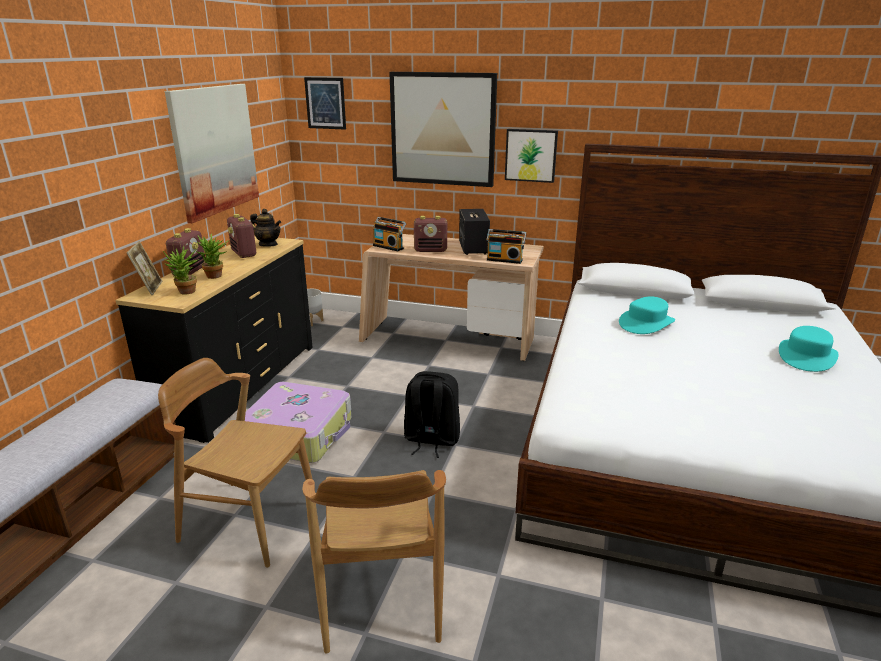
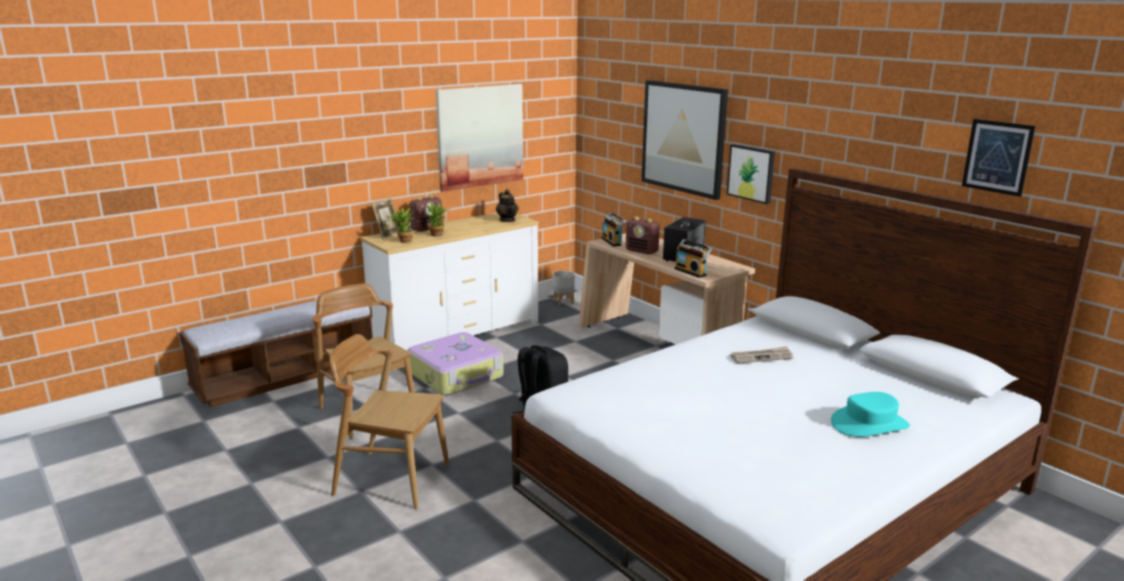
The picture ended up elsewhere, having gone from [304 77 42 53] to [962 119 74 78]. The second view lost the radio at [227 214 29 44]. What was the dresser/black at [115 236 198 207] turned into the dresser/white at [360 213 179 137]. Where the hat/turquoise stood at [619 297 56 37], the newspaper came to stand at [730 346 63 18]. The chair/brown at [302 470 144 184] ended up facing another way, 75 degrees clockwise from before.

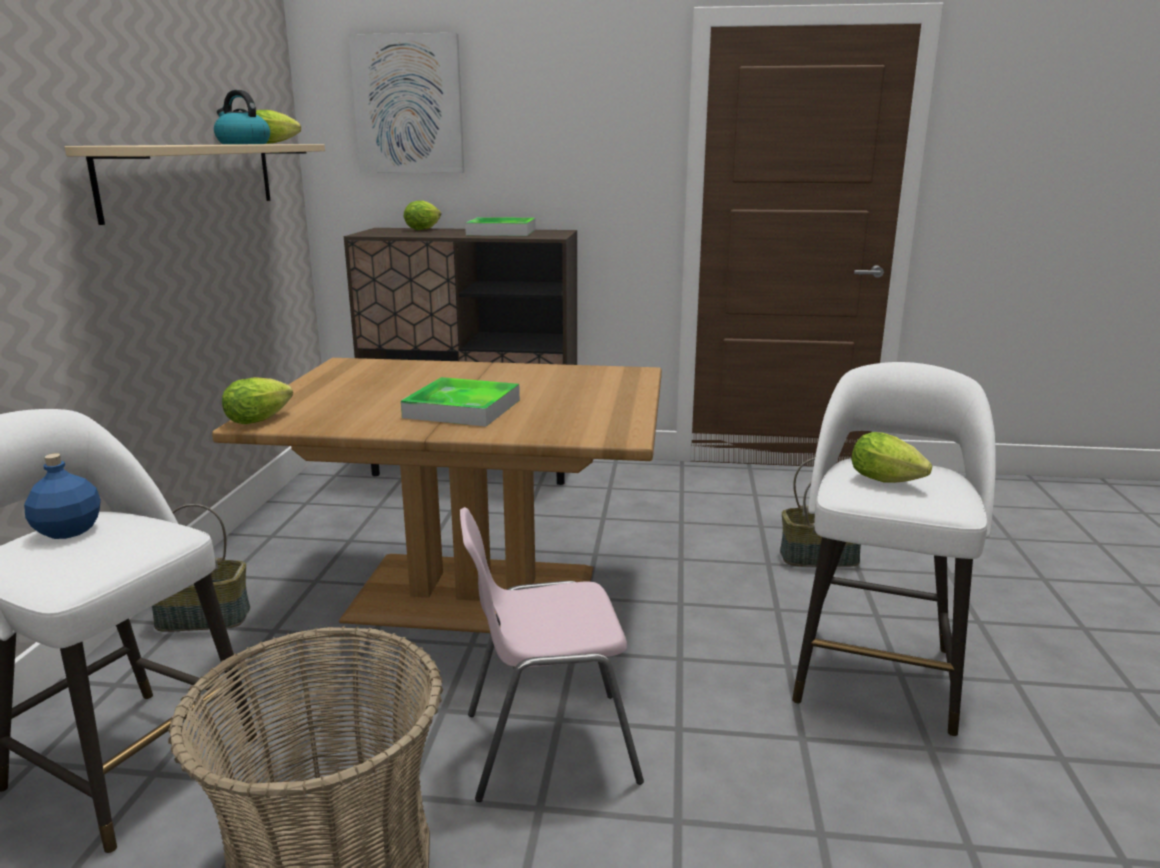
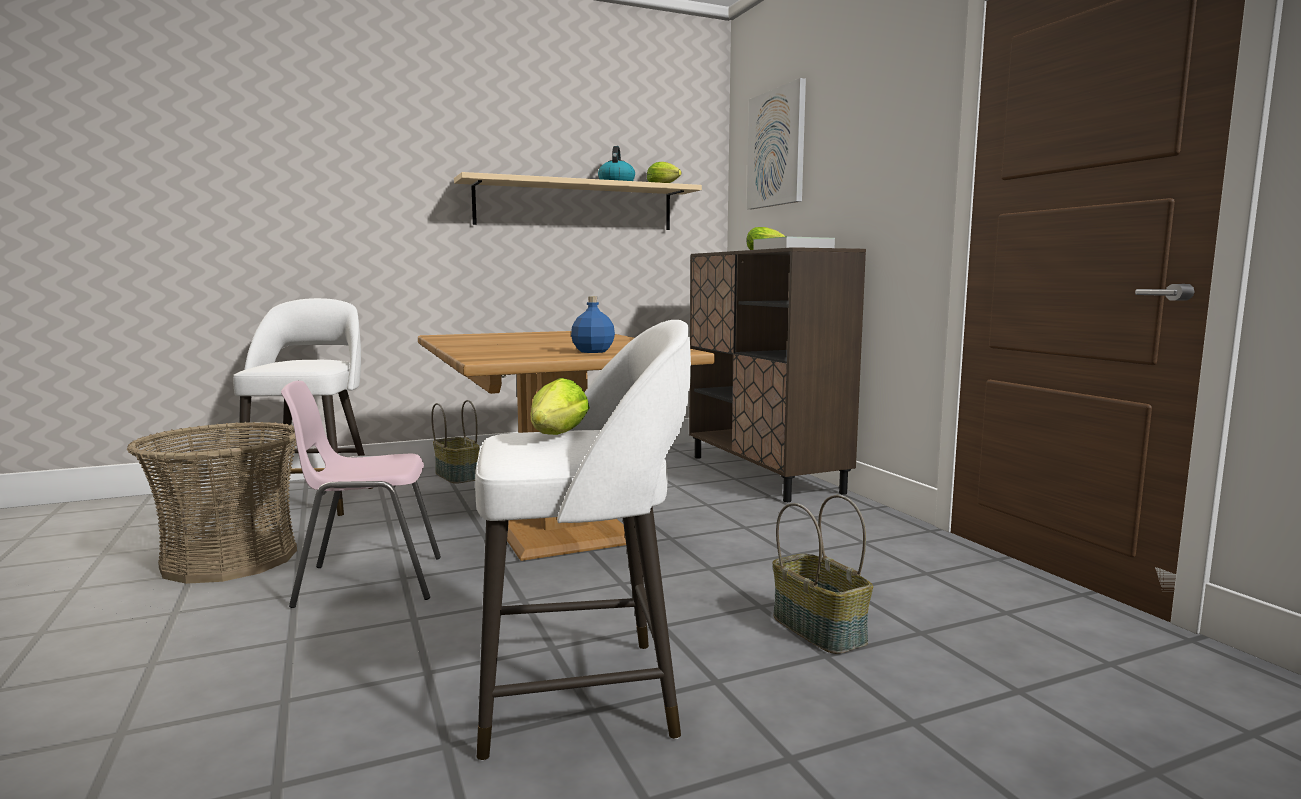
The second view lost the lettuce at [222 377 71 47]. The second view lost the tray at [401 377 119 50]. The bottle/blue ended up elsewhere, having gone from [24 454 77 85] to [571 296 44 57]. The chair/pink at [460 507 184 295] ended up facing another way, 60 degrees counterclockwise from before.

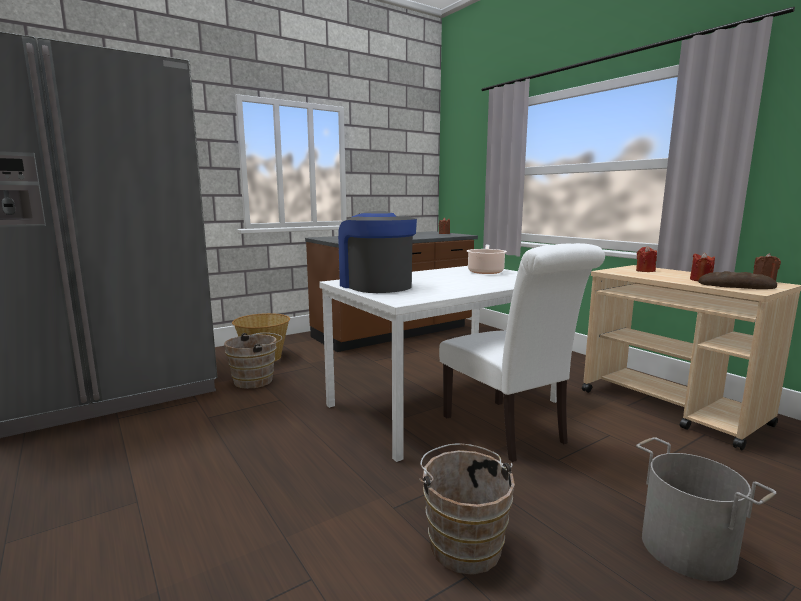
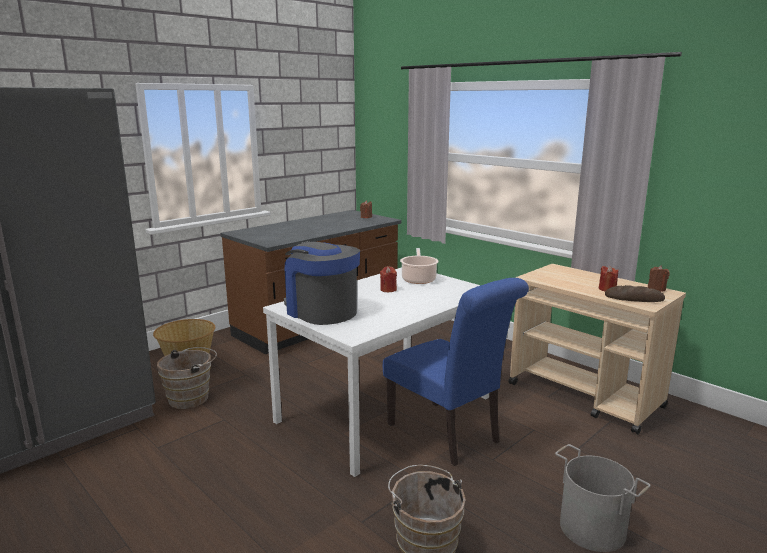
What was the chair/white at [439 243 166 219] turned into the chair/blue at [383 278 146 188]. The candle/red ended up elsewhere, having gone from [636 246 21 26] to [380 266 17 26].

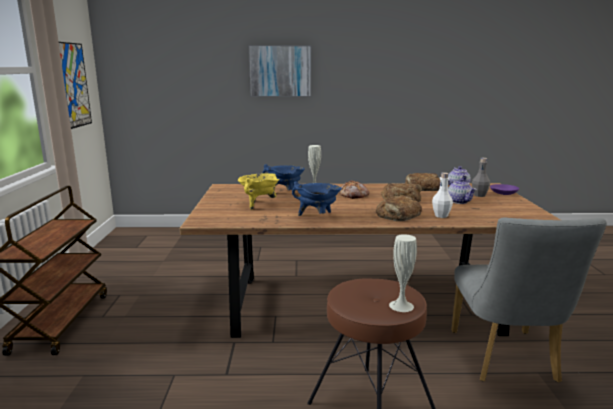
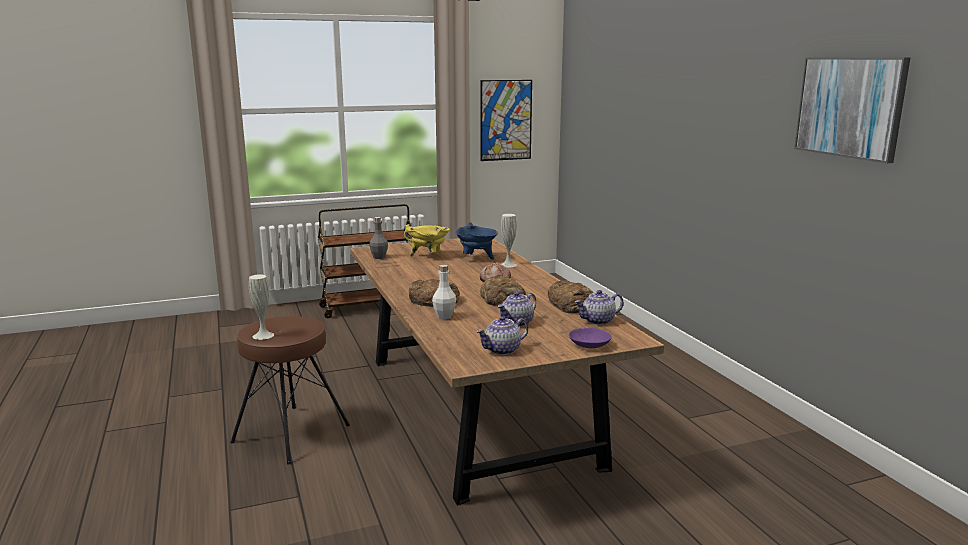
The picture ended up elsewhere, having gone from [248 45 63 52] to [794 57 117 106]. The bottle/grey ended up elsewhere, having gone from [472 158 18 39] to [369 217 19 42]. The second view lost the cooking pot/blue at [292 181 50 35]. The second view lost the chair/grey at [451 217 156 166]. The second view gained the teapot at [476 316 52 39].

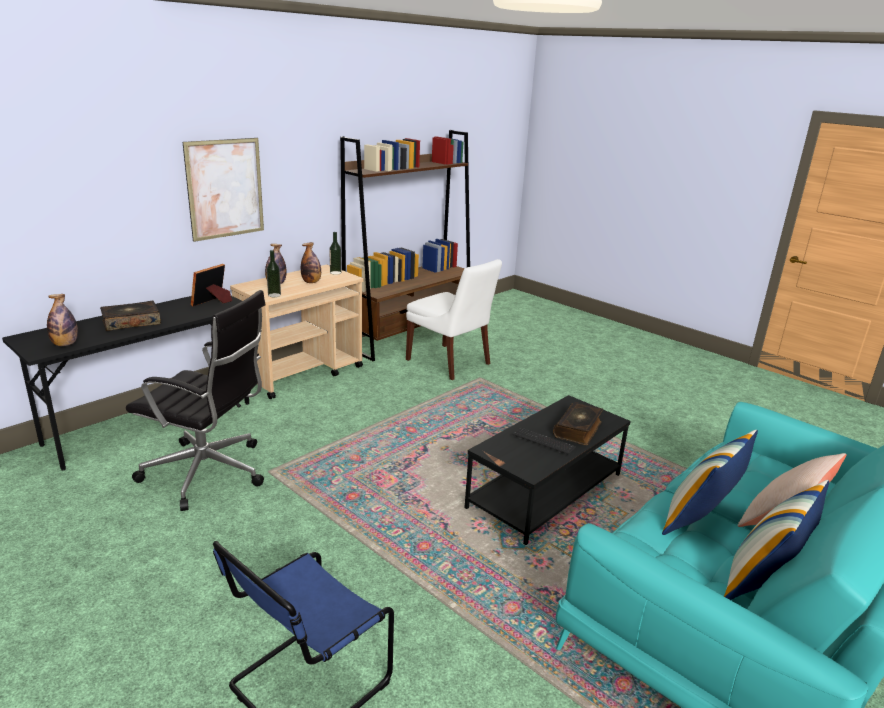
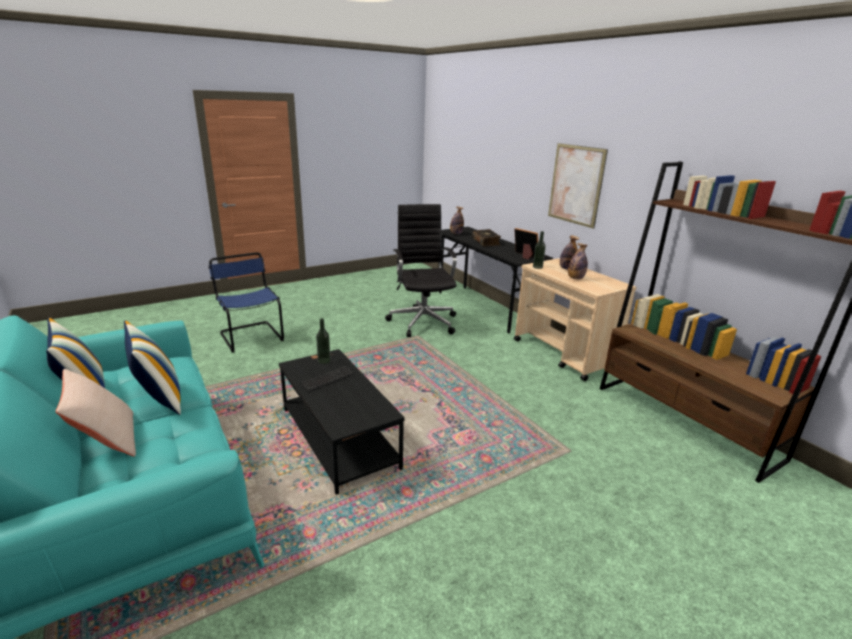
The bottle ended up elsewhere, having gone from [329 232 12 43] to [316 318 15 46]. The second view lost the chair/white at [406 259 96 121]. The office chair/black at [126 290 140 221] ended up facing another way, 135 degrees clockwise from before. The second view lost the book at [553 402 50 43].

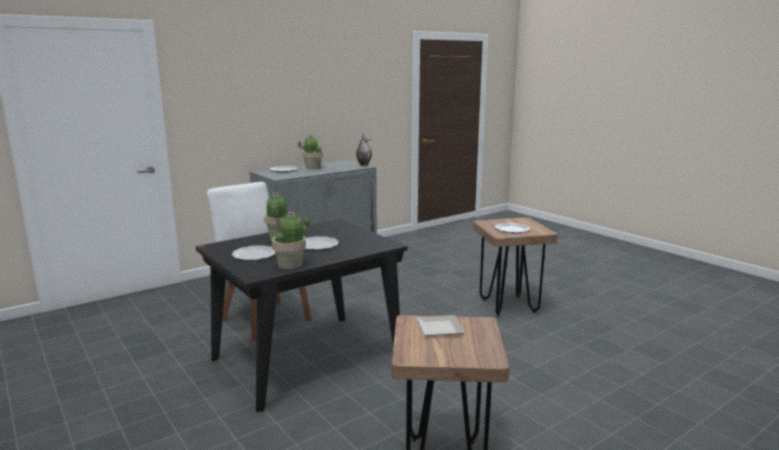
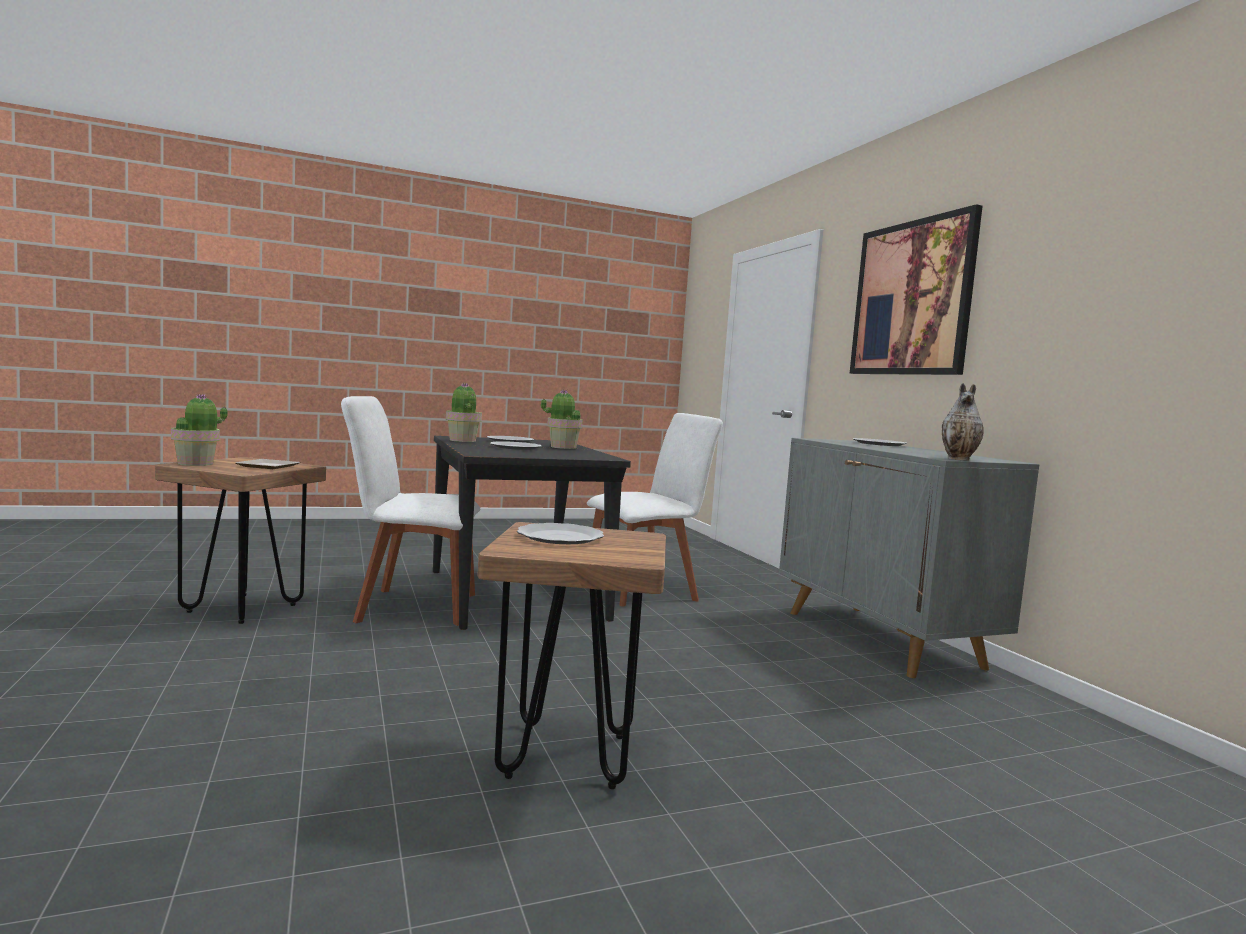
The potted plant ended up elsewhere, having gone from [298 135 25 34] to [171 394 57 72]. The second view gained the picture at [850 204 132 171]. The second view gained the chair/white at [341 396 139 230].

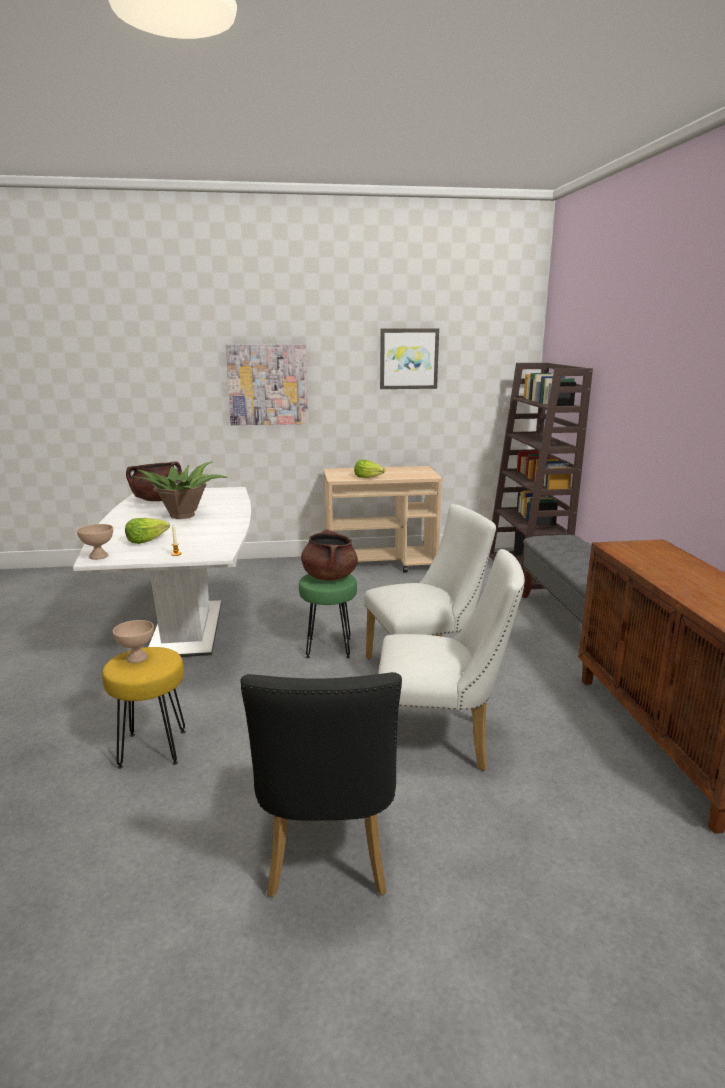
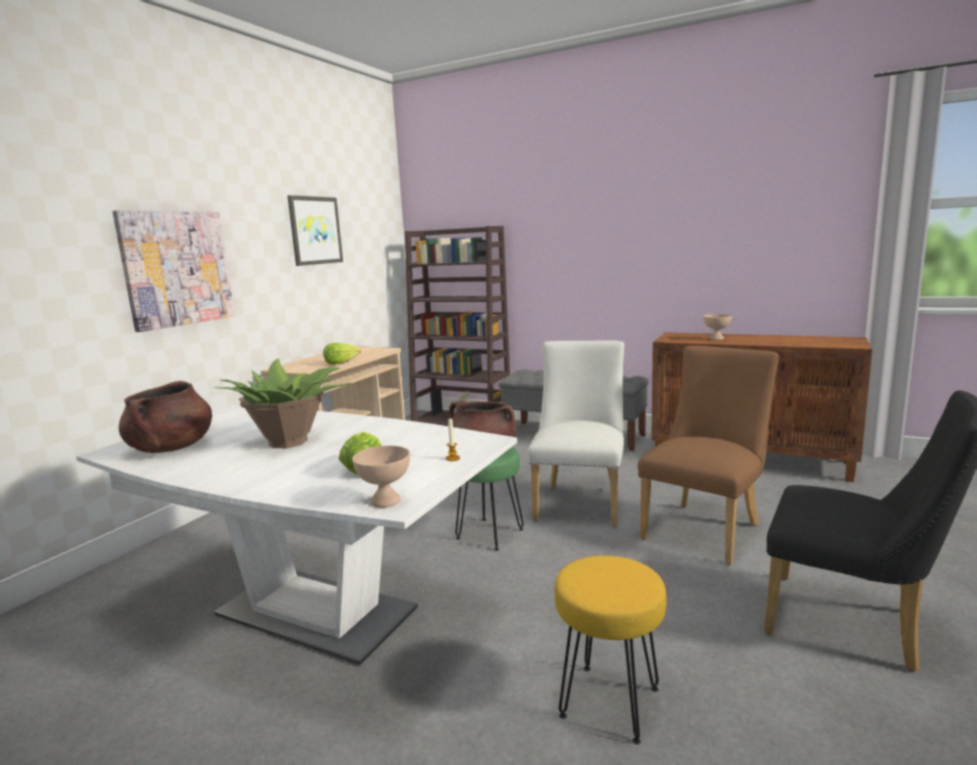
What was the chair/white at [378 549 147 222] turned into the chair/brown at [638 346 141 219]. The bowl/beige ended up elsewhere, having gone from [113 620 41 43] to [703 314 29 26].

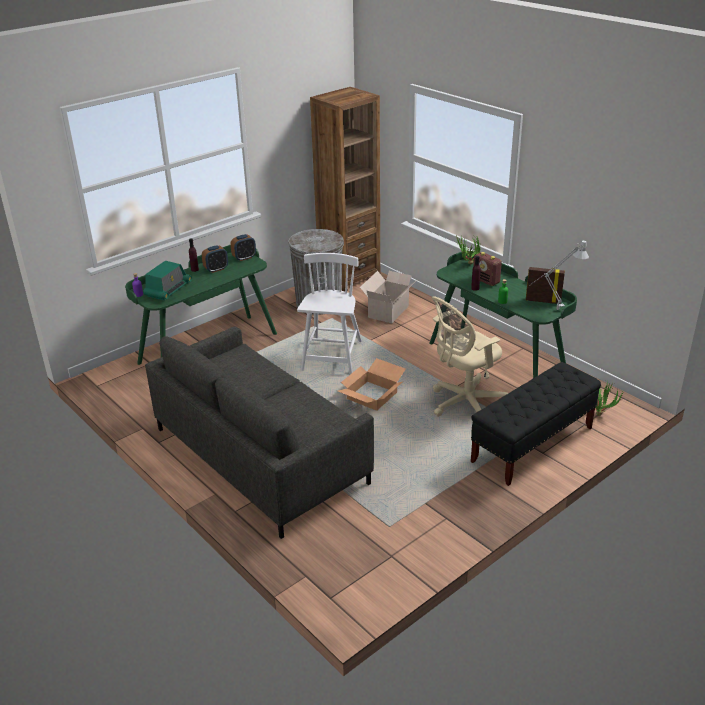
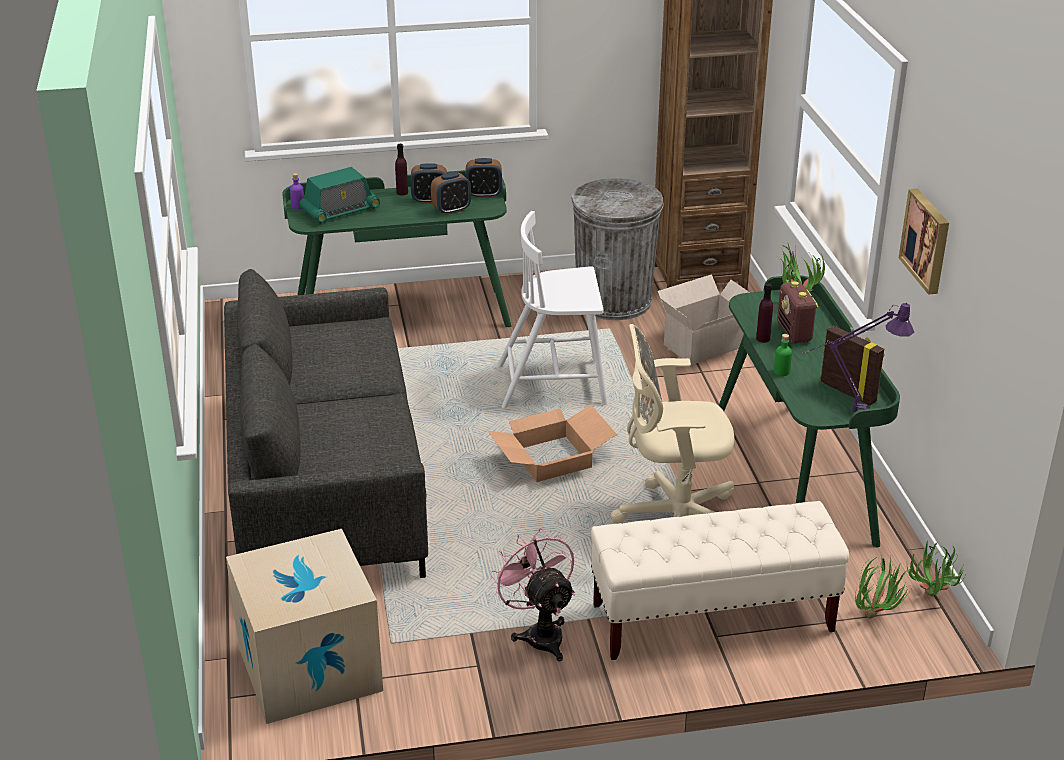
What was the table lamp/grey at [529 240 60 70] turned into the table lamp/purple at [801 303 113 110]. The chair/white at [297 253 65 121] ended up facing another way, 135 degrees counterclockwise from before. What was the bench/black at [471 362 130 124] turned into the bench/beige at [591 501 258 159]. The second view gained the alarm clock at [431 172 40 43]. The second view gained the picture at [899 189 50 106]. The second view gained the fan/pink at [490 528 85 133]. The second view gained the cardboard box at [226 529 157 195]. The second view gained the potted plant at [907 540 61 56].

